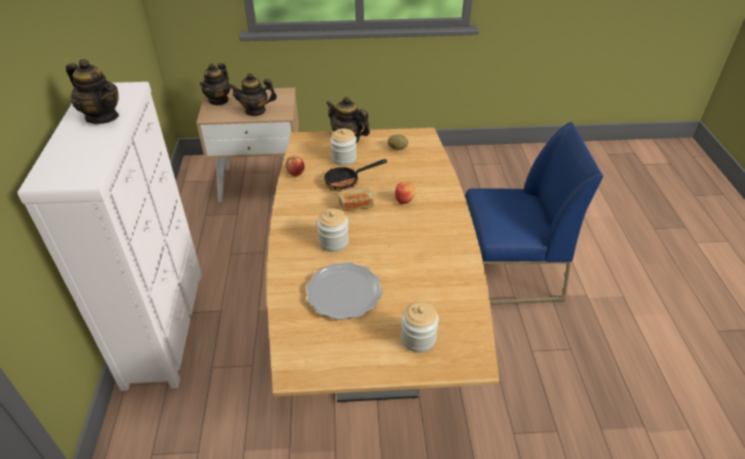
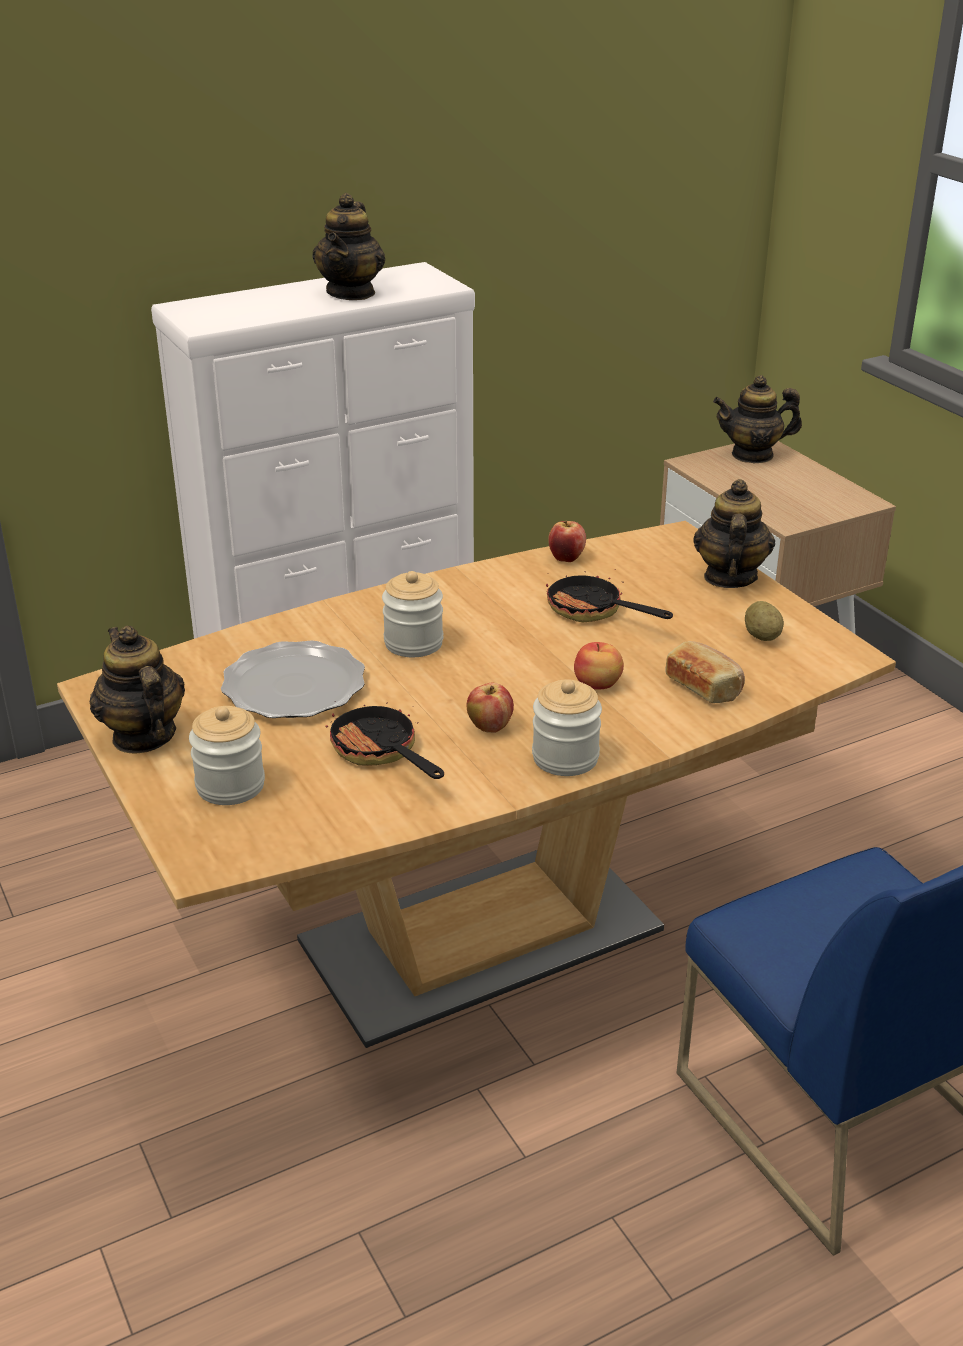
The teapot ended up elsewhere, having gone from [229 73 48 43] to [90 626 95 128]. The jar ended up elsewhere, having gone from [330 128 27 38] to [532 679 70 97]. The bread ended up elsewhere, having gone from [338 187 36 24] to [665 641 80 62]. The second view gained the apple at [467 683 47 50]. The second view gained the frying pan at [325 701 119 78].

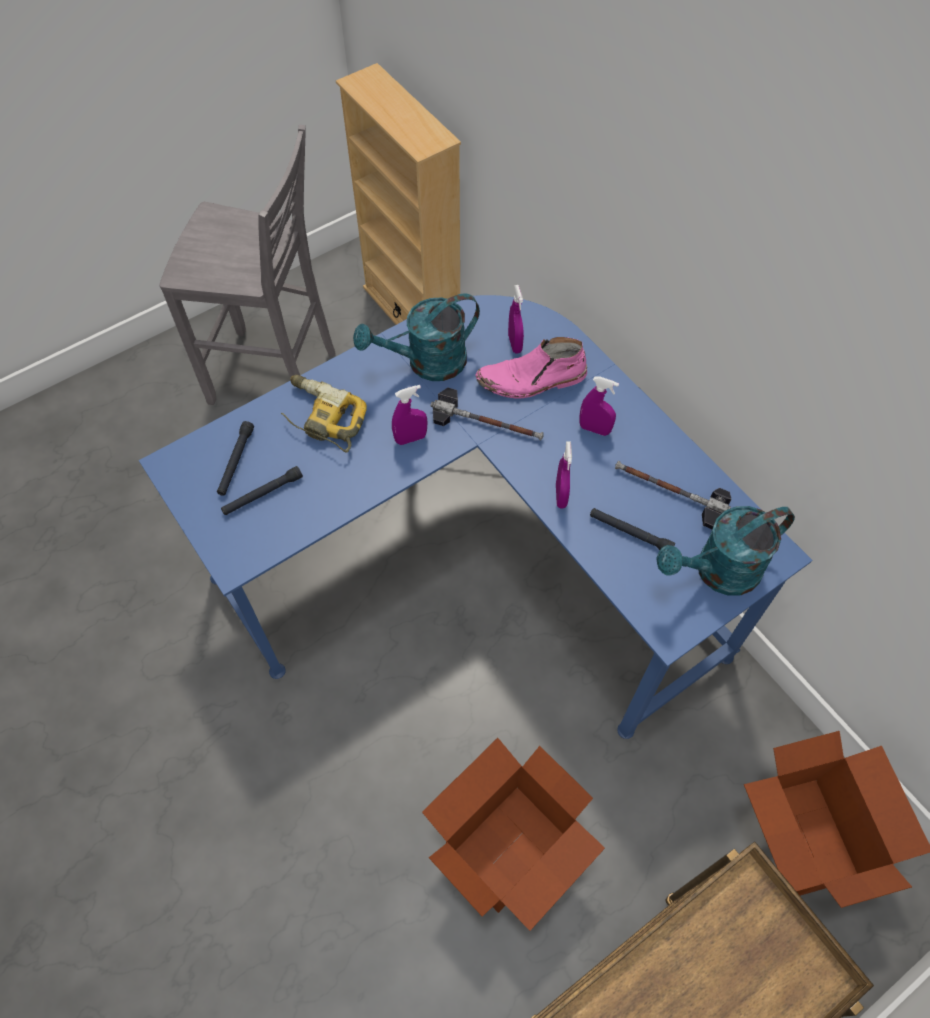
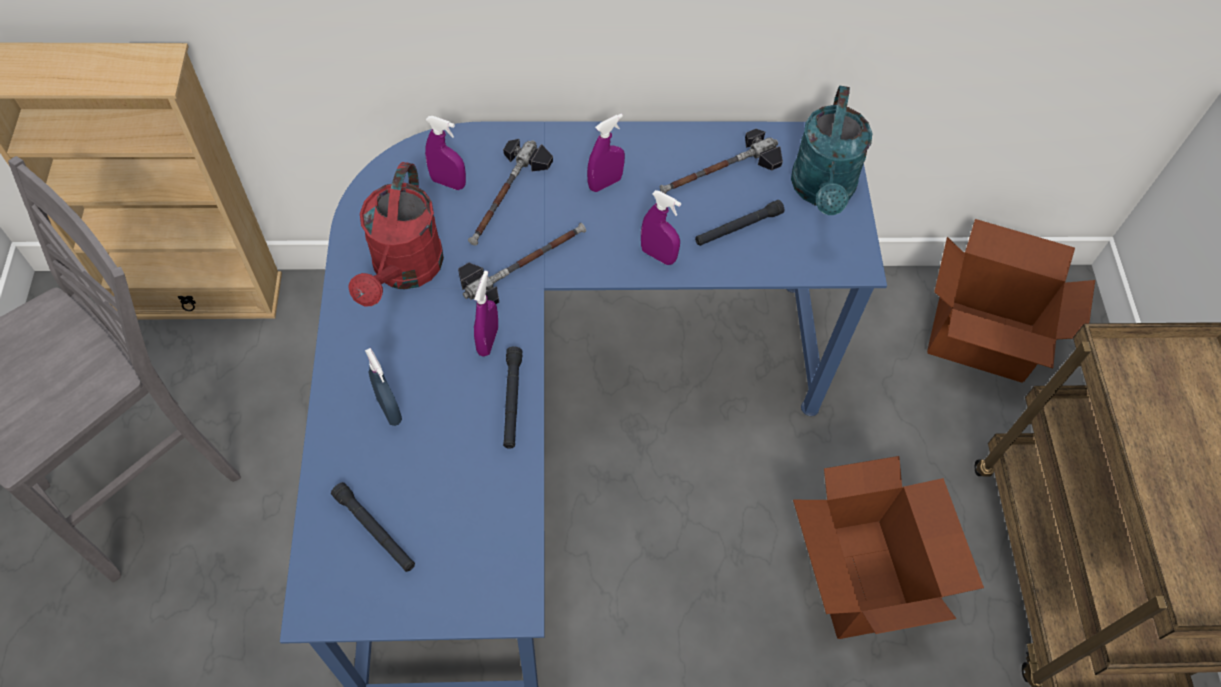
What was the watering can/turquoise at [353 293 127 88] turned into the watering can/red at [348 162 96 144]. Where the boot/pink stood at [475 337 112 61], the hammer came to stand at [468 139 85 107]. Where the power drill stood at [281 375 86 78], the spray bottle/blue came to stand at [365 348 37 78]. The flashlight/black ended up elsewhere, having gone from [221 466 82 49] to [503 347 19 102].

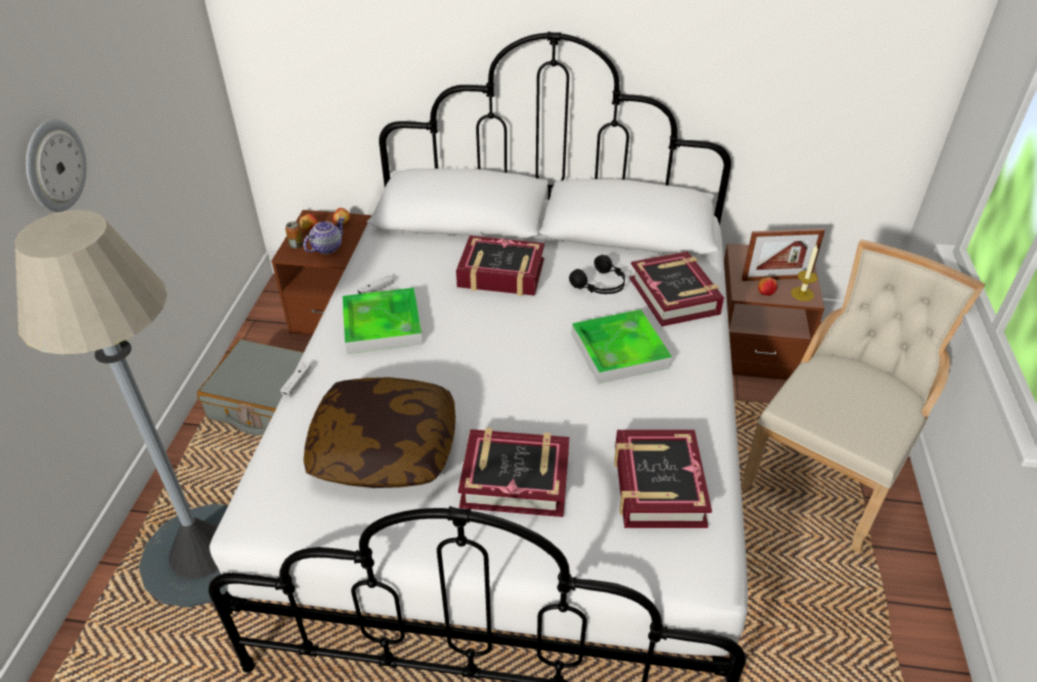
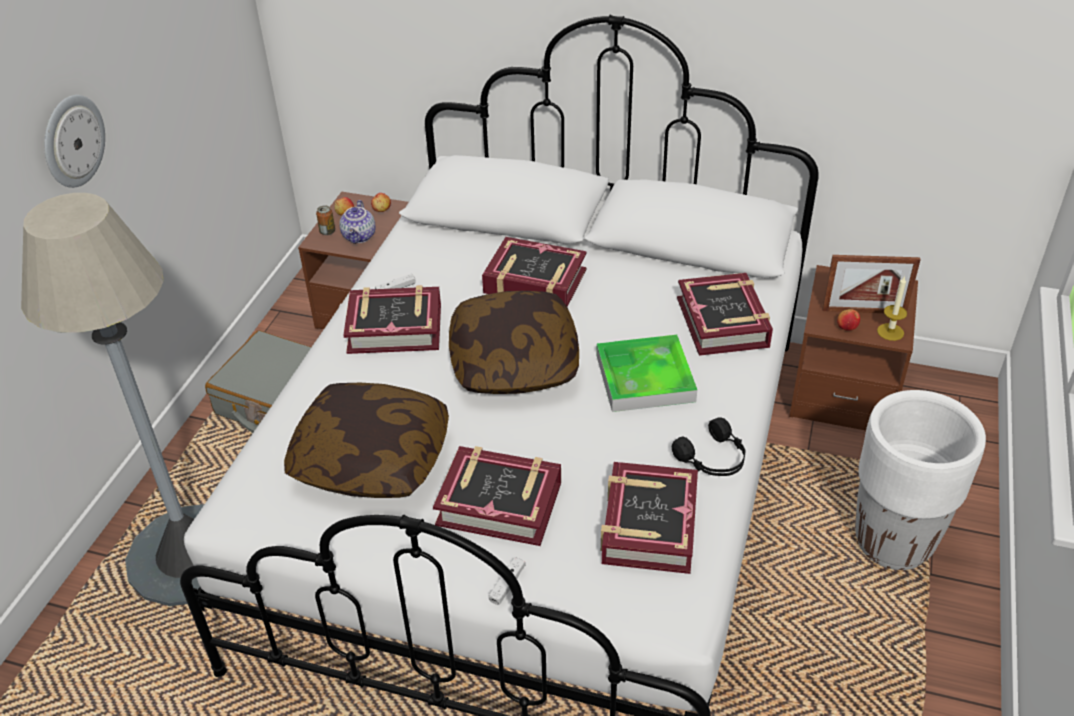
The teapot at [303 217 42 37] ended up facing another way, 135 degrees clockwise from before. Where the chair/beige stood at [741 239 244 315], the planter/white came to stand at [855 390 131 180]. The headphones/black ended up elsewhere, having gone from [569 255 56 39] to [672 417 73 59]. Where the tray stood at [342 288 80 66], the book came to stand at [343 285 98 69]. The game controller/white ended up elsewhere, having gone from [280 363 31 34] to [489 557 36 48]. The second view gained the pillow at [449 291 130 103].

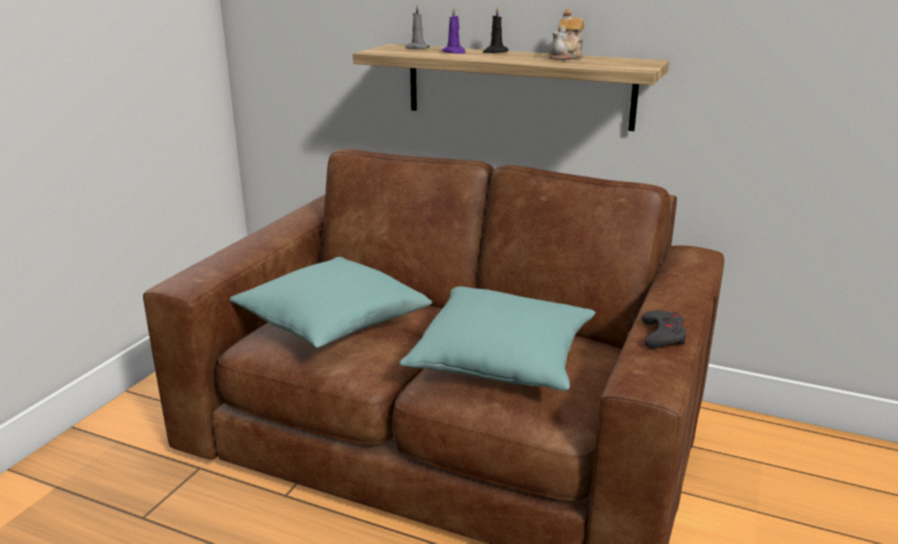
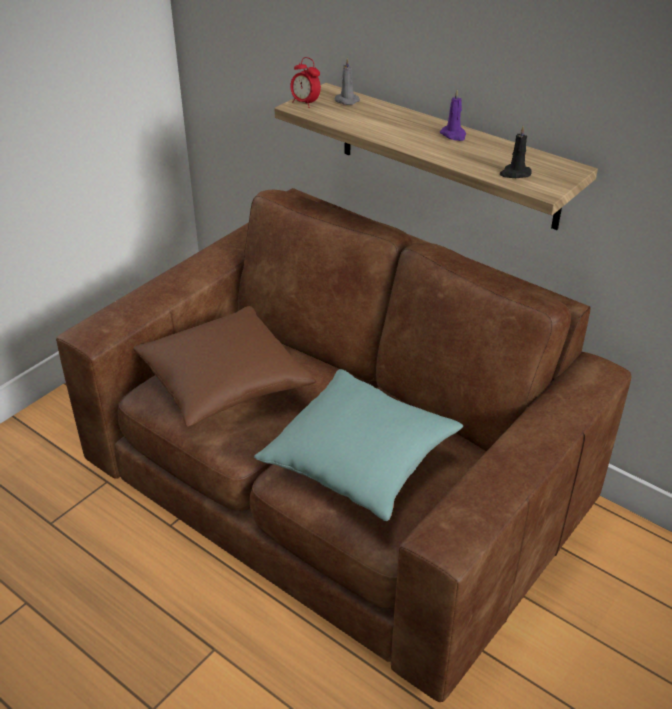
The candle/black ended up elsewhere, having gone from [483 7 26 46] to [500 126 32 52]. The candle/purple ended up elsewhere, having gone from [442 8 23 46] to [440 89 26 52]. The second view lost the teapot at [549 9 35 51]. What was the pillow/turquoise at [230 257 202 91] turned into the pillow/brown at [133 306 183 121]. The second view lost the game controller/grey at [642 310 45 38]. The second view gained the alarm clock at [290 57 31 51].

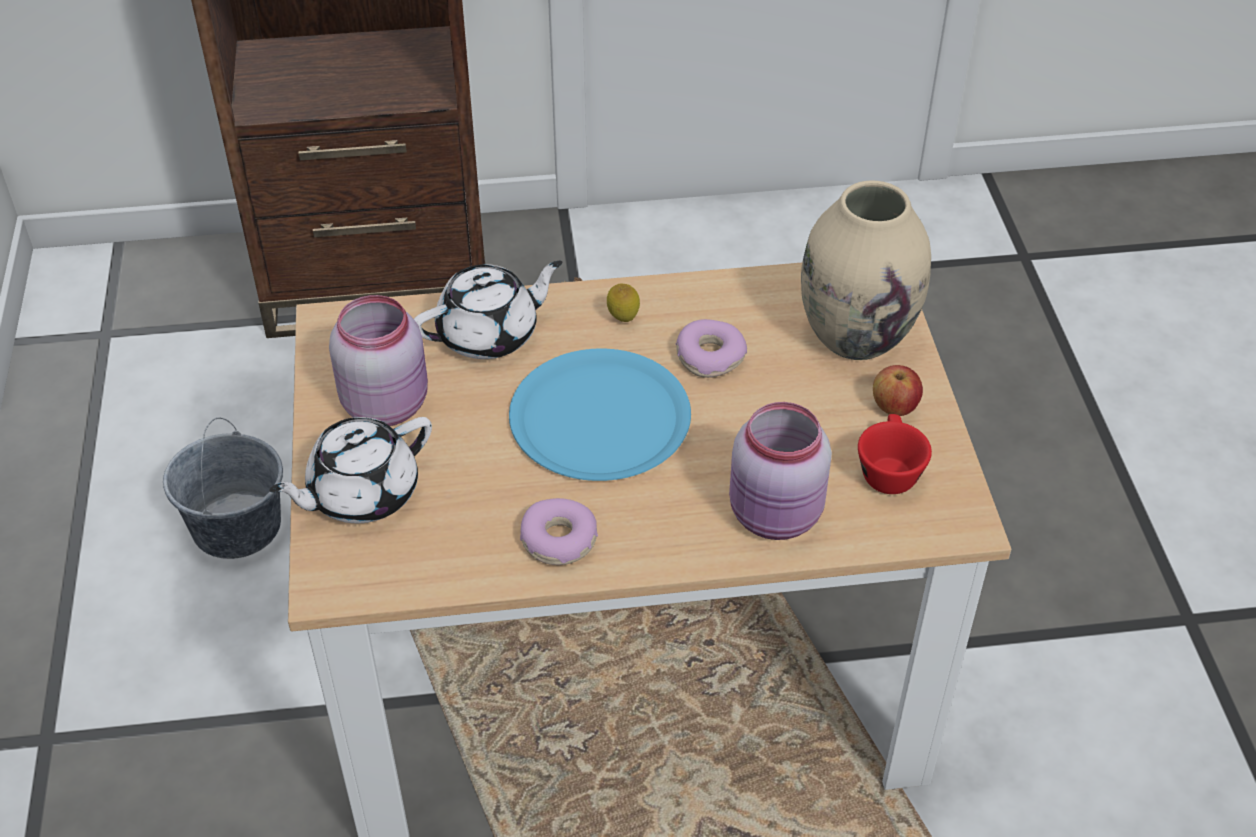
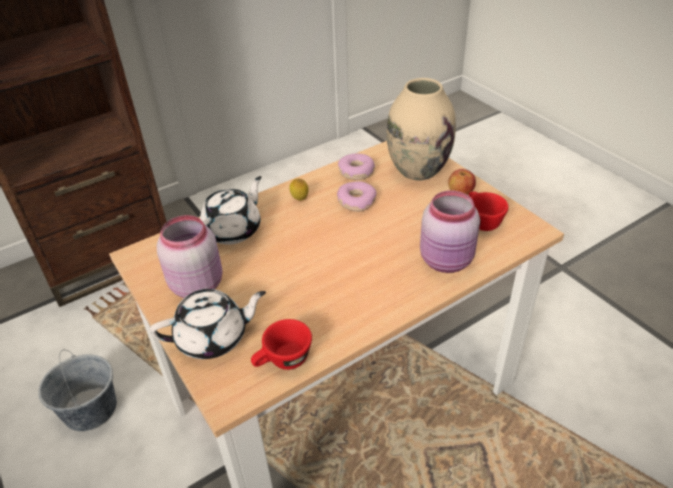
The second view lost the plate/blue at [509 349 182 132]. The teapot/white at [269 417 163 106] ended up facing another way, 135 degrees counterclockwise from before. The donut ended up elsewhere, having gone from [520 498 78 67] to [338 154 37 26]. The second view gained the cup/red at [251 319 61 51].

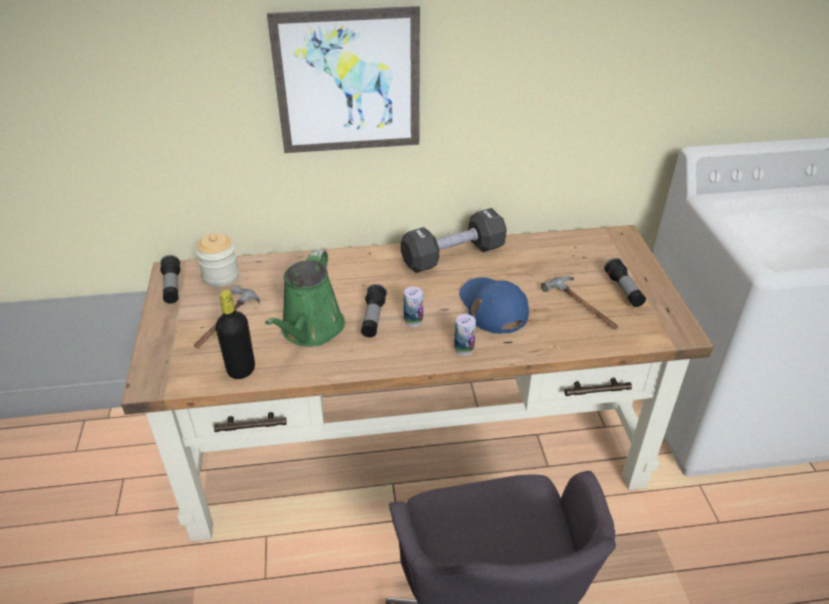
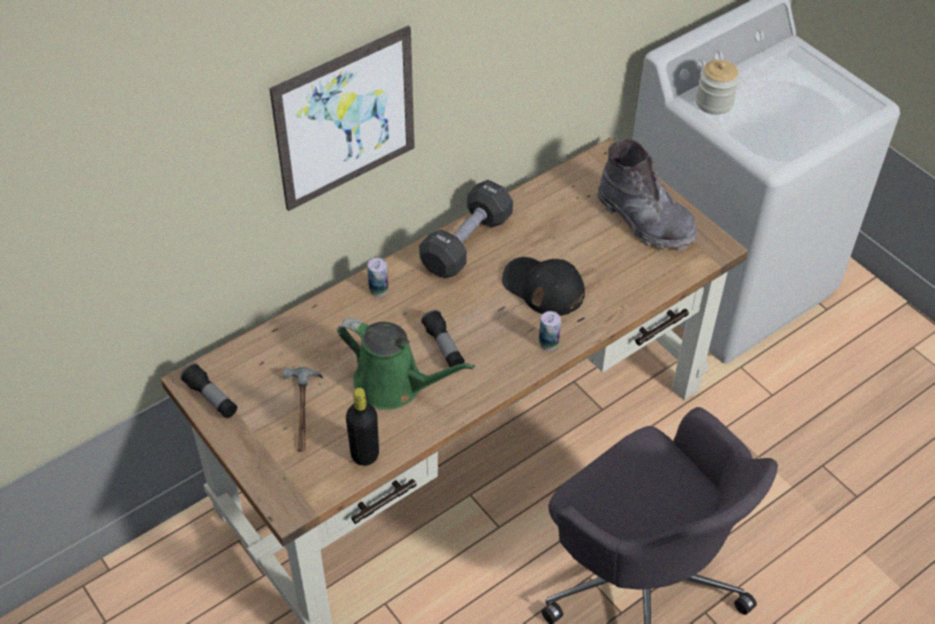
The jar ended up elsewhere, having gone from [196 234 43 53] to [696 60 43 55]. The watering can/green at [265 249 80 98] ended up facing another way, 45 degrees counterclockwise from before. Where the flashlight stood at [604 258 42 49], the boot/grey came to stand at [597 139 101 112]. What was the cap/blue at [459 277 70 57] turned into the cap/black at [502 257 83 59]. The second view lost the hammer at [541 277 77 53]. The can ended up elsewhere, having gone from [404 287 19 40] to [367 258 21 39].

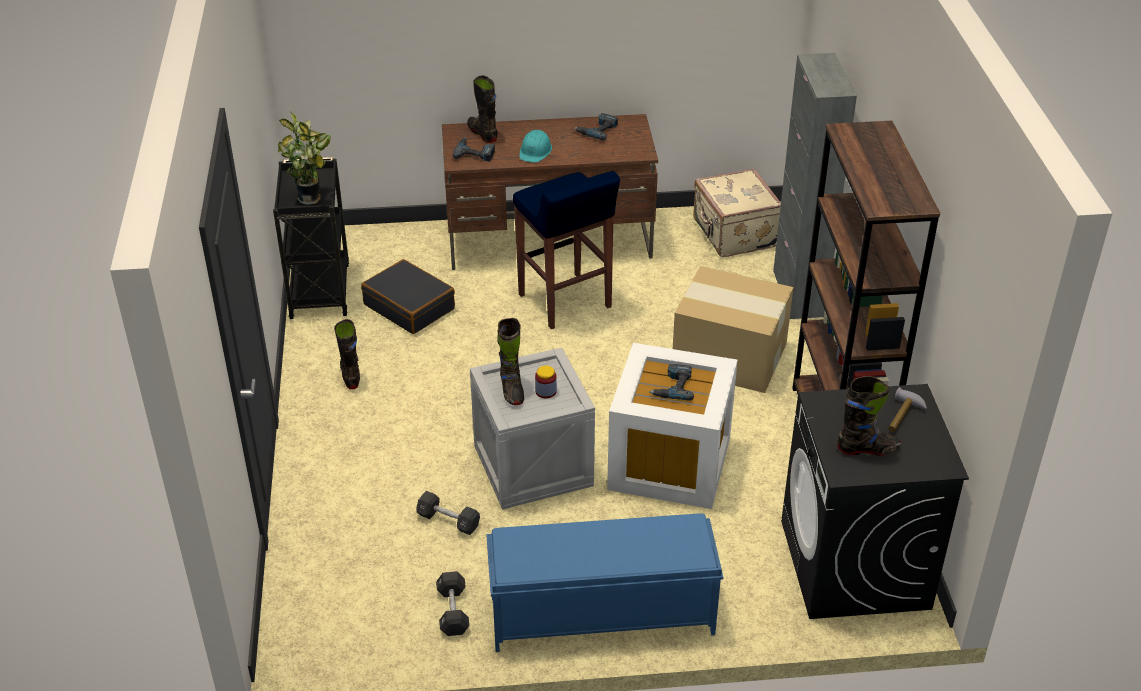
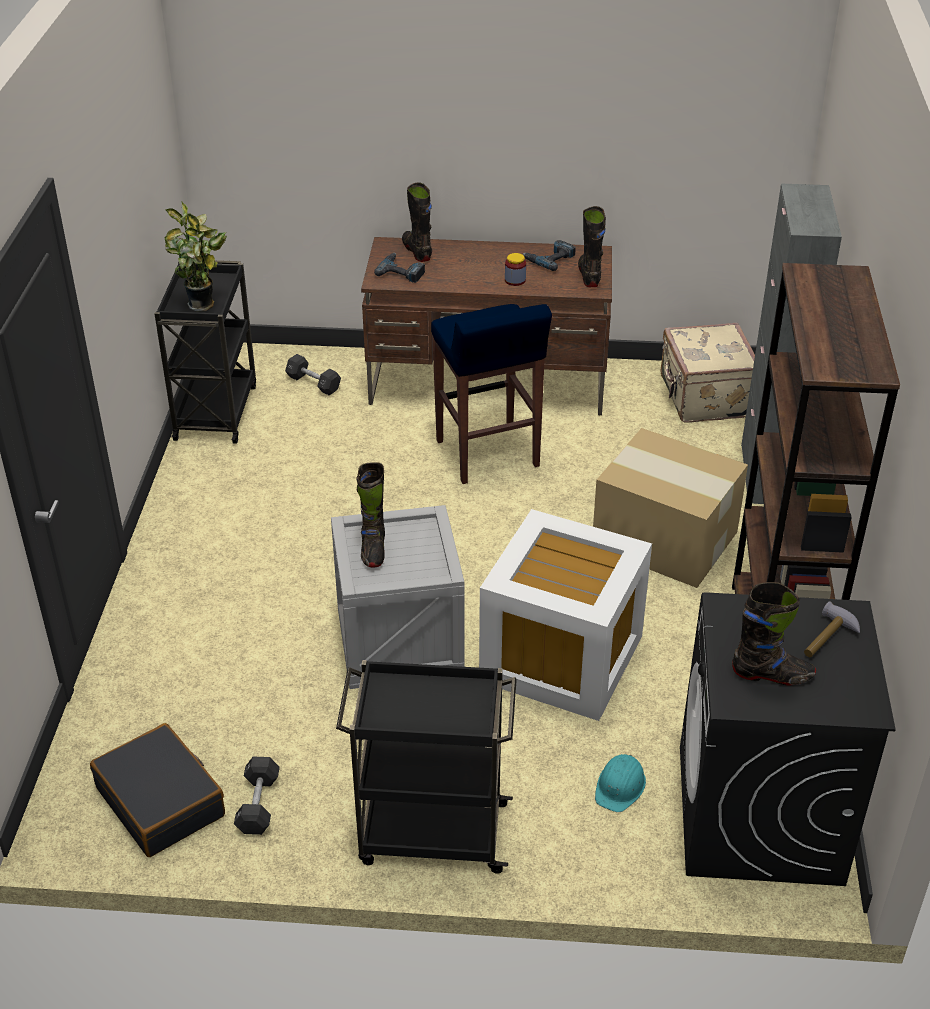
The hard hat/turquoise ended up elsewhere, having gone from [519 130 33 33] to [595 754 51 58]. The suitcase/black ended up elsewhere, having gone from [361 259 94 75] to [90 723 135 134]. The boot/black ended up elsewhere, having gone from [334 319 26 70] to [578 206 28 81]. The second view lost the power drill at [649 364 45 37]. The jar ended up elsewhere, having gone from [535 366 22 32] to [505 253 21 33]. The dumbbell/black ended up elsewhere, having gone from [416 491 64 44] to [285 354 56 41]. Where the bench/blue stood at [486 513 237 139], the cart/black came to stand at [336 660 181 214].

